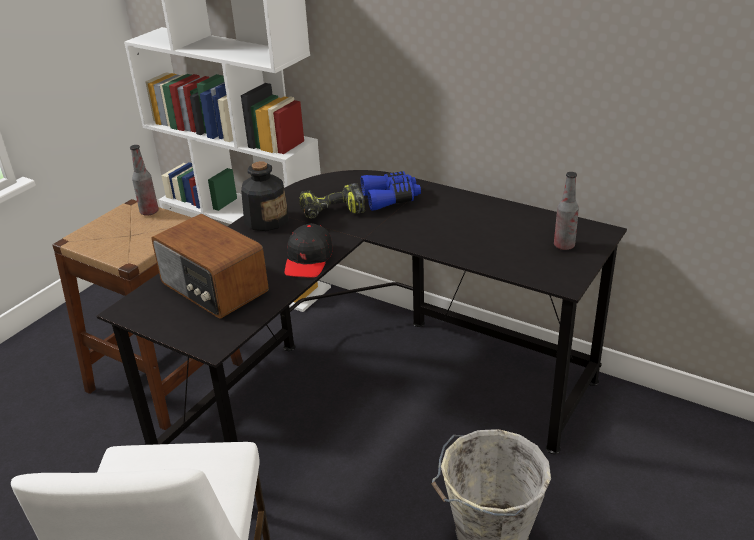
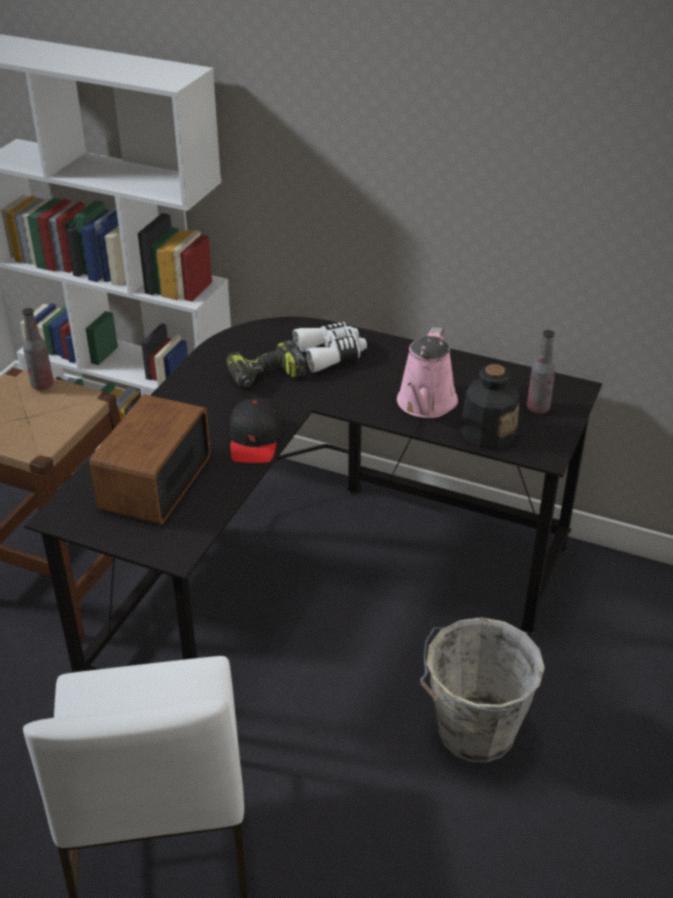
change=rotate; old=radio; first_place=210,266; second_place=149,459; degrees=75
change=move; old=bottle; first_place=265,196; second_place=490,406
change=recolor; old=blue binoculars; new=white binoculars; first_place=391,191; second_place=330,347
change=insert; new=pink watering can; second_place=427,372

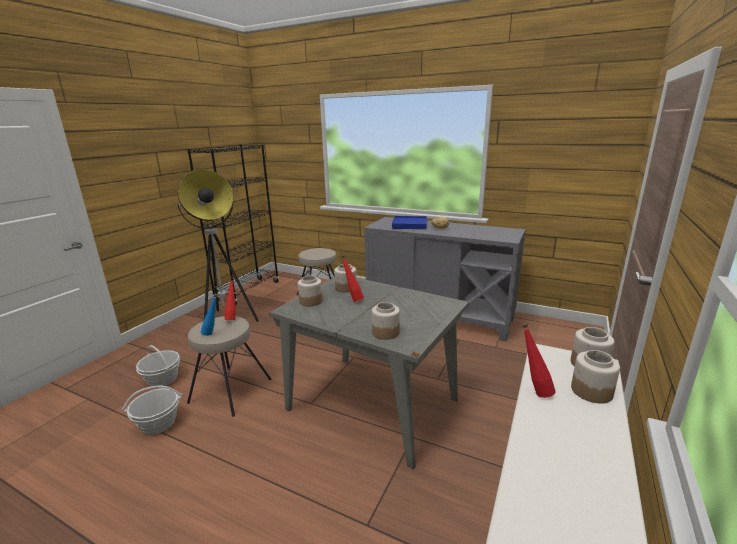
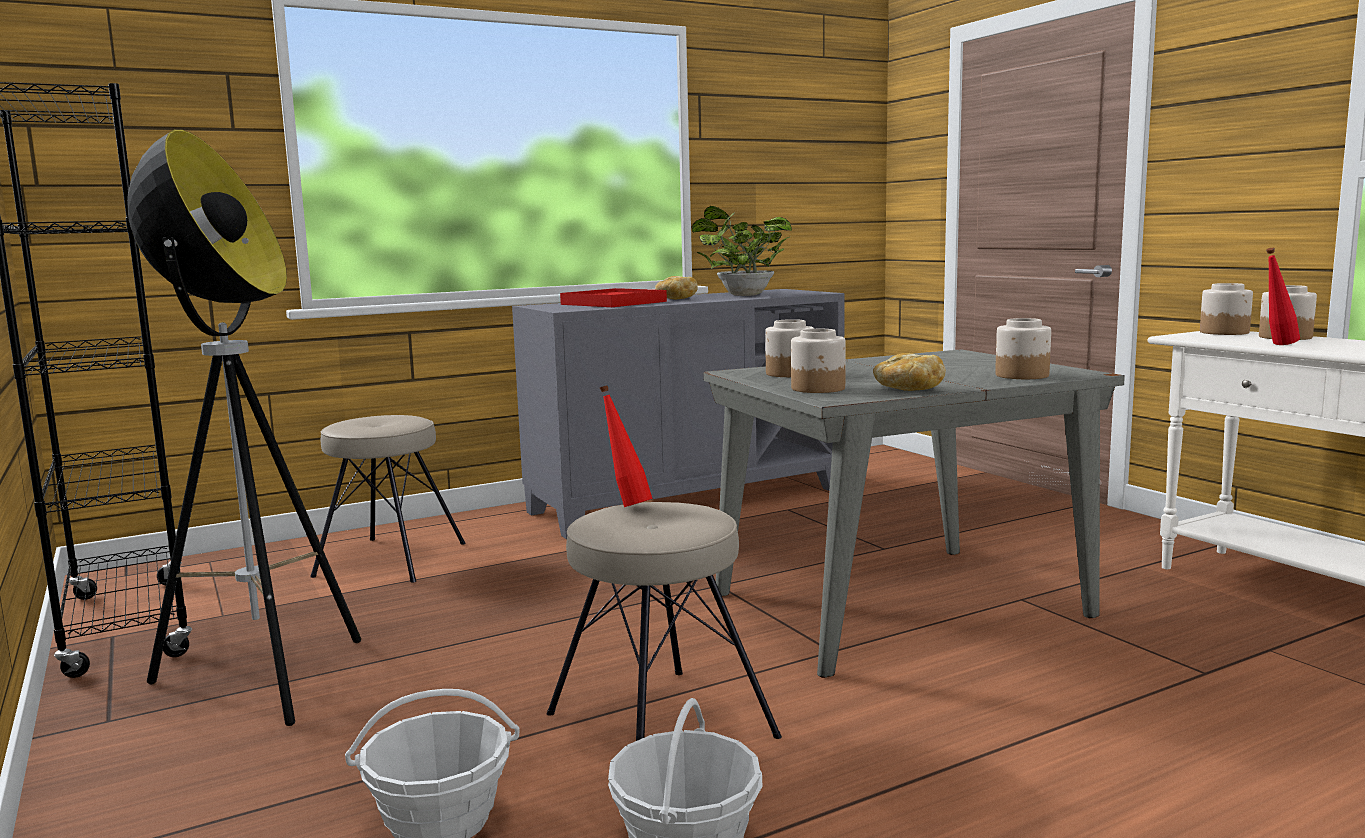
change=delete; old=blue bottle; first_place=209,315
change=delete; old=red bottle; first_place=352,279
change=recolor; old=blue tray; new=red tray; first_place=409,222; second_place=613,297
change=insert; new=potted plant; second_place=742,251
change=insert; new=bread; second_place=909,372

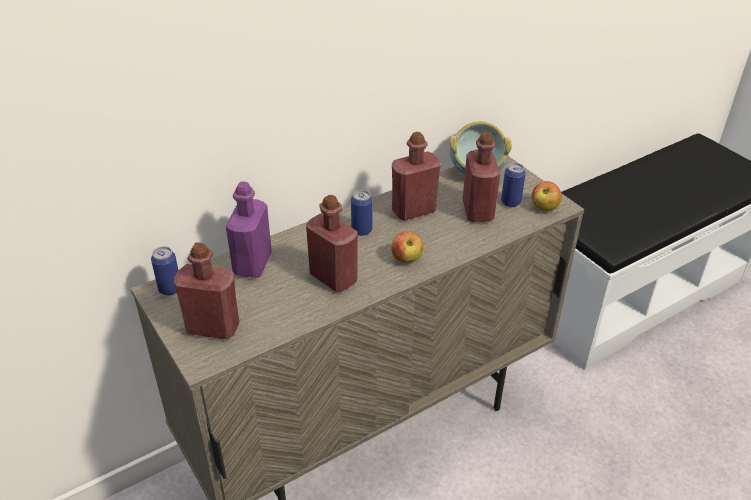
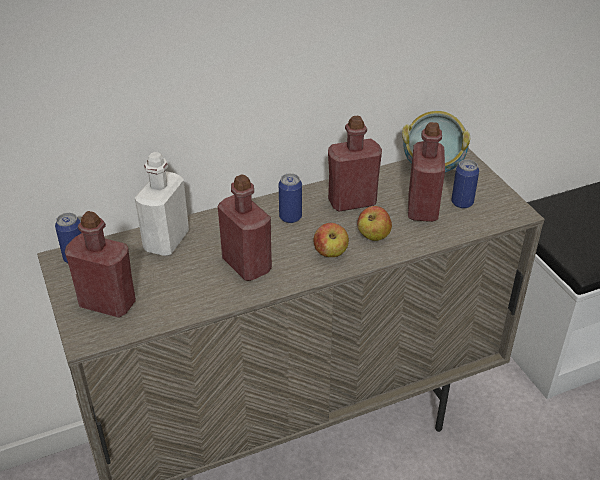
change=recolor; old=purple bottle; new=white bottle; first_place=249,229; second_place=162,204
change=move; old=apple; first_place=546,196; second_place=374,223

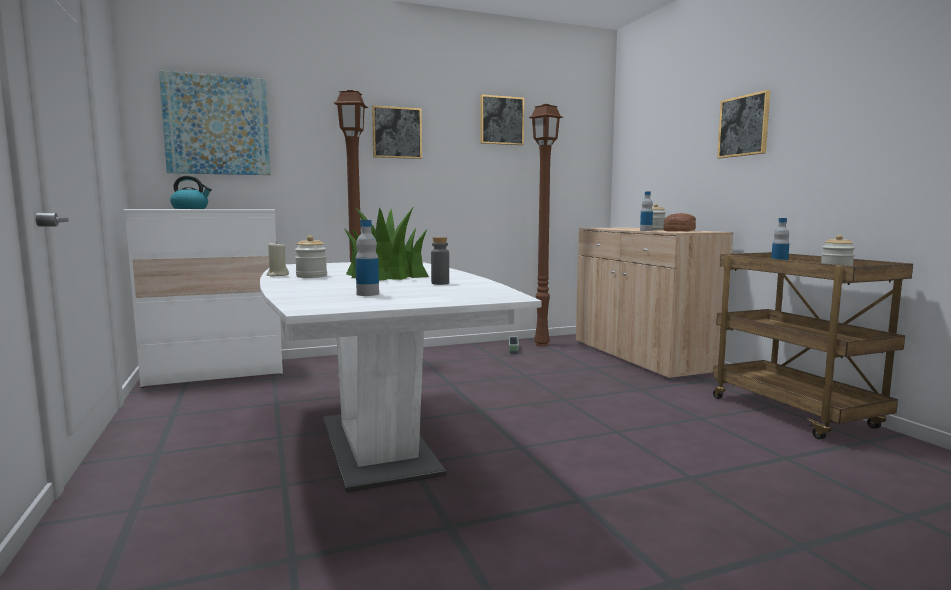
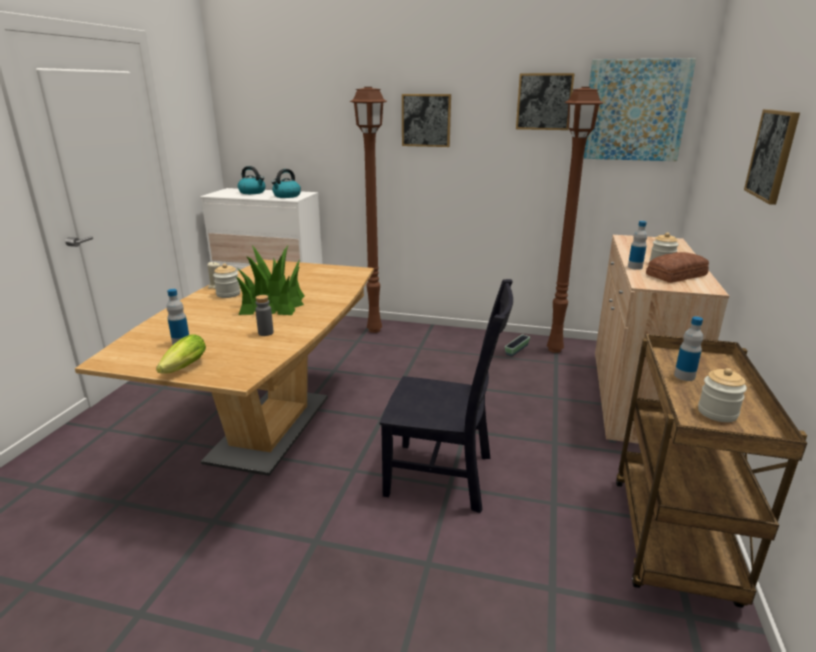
change=move; old=picture; first_place=215,123; second_place=639,109
change=recolor; old=white dining table; new=brown dining table; first_place=400,377; second_place=224,368
change=insert; new=lettuce; second_place=181,354
change=insert; new=kettle; second_place=286,183
change=insert; new=black chair; second_place=446,396

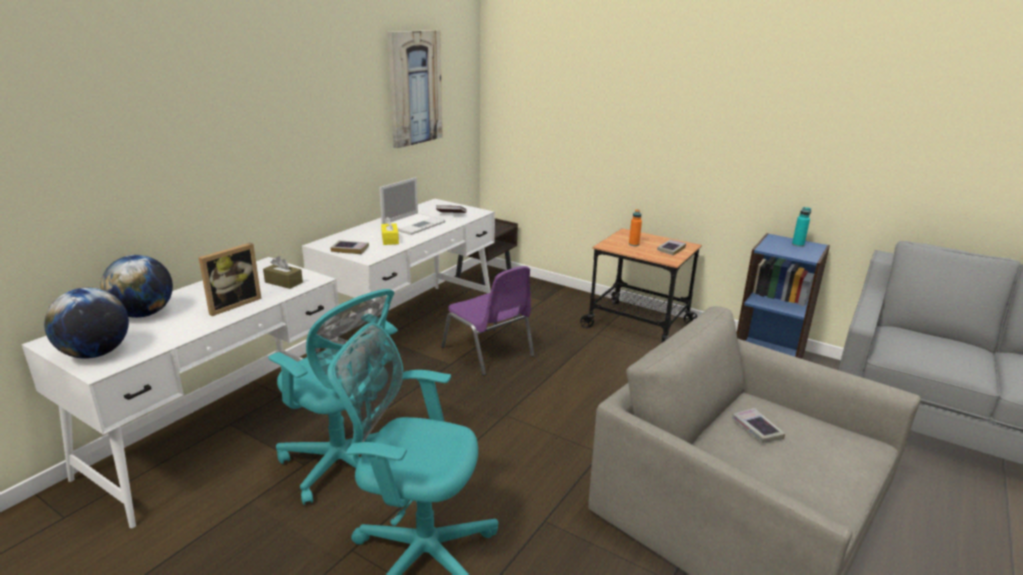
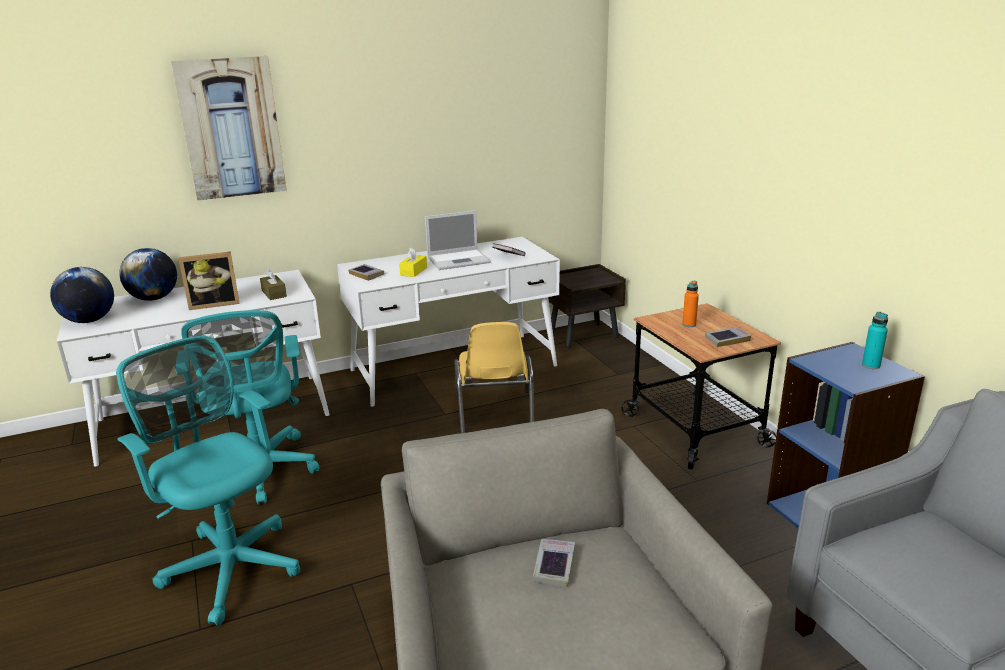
change=move; old=picture; first_place=415,89; second_place=229,128
change=recolor; old=purple chair; new=yellow chair; first_place=487,320; second_place=494,377

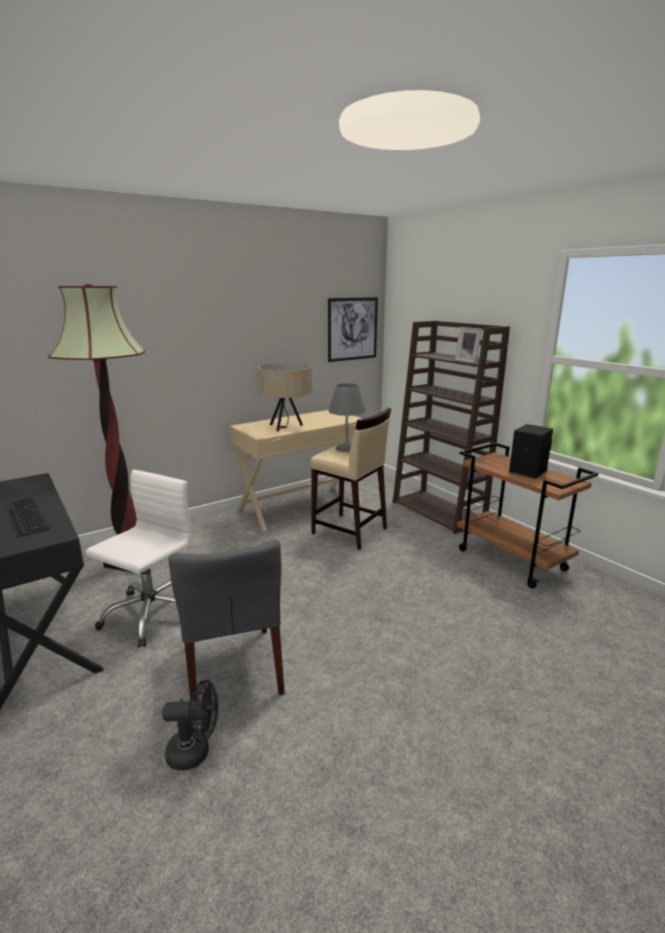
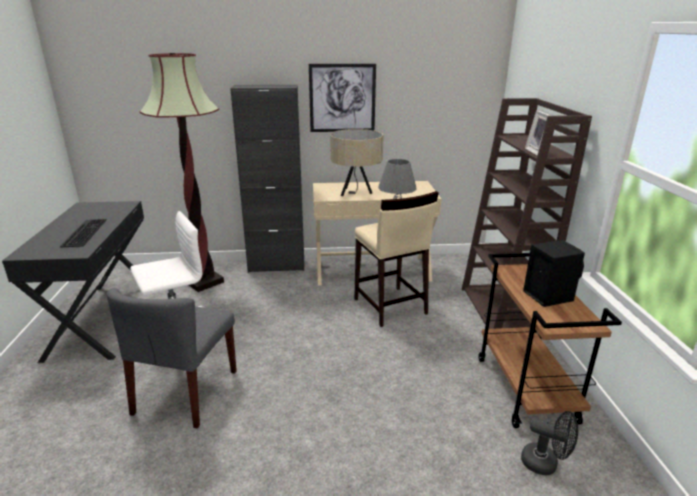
change=move; old=black fan; first_place=190,725; second_place=549,443
change=move; old=picture; first_place=353,329; second_place=342,98
change=insert; new=black cabinet; second_place=267,179

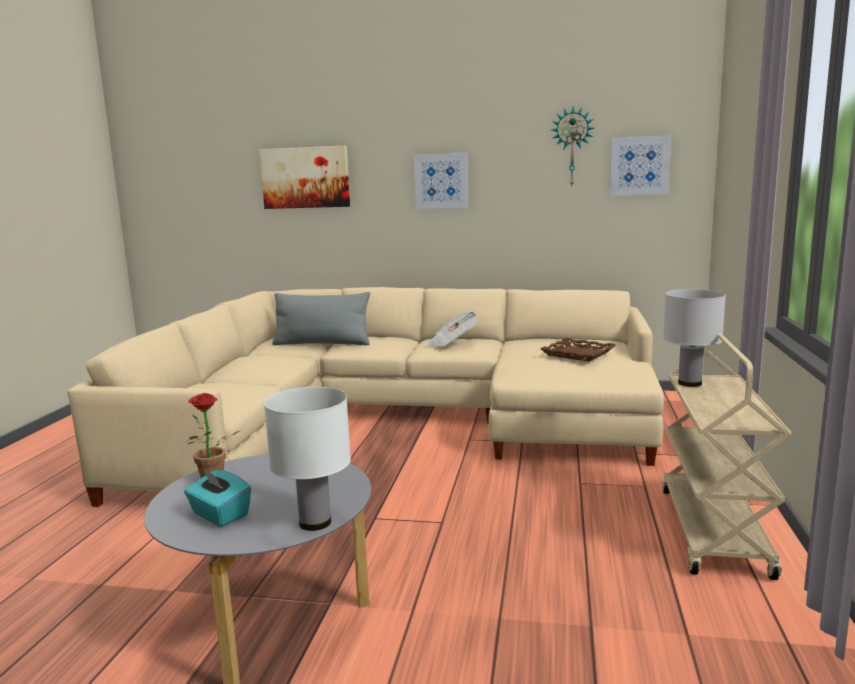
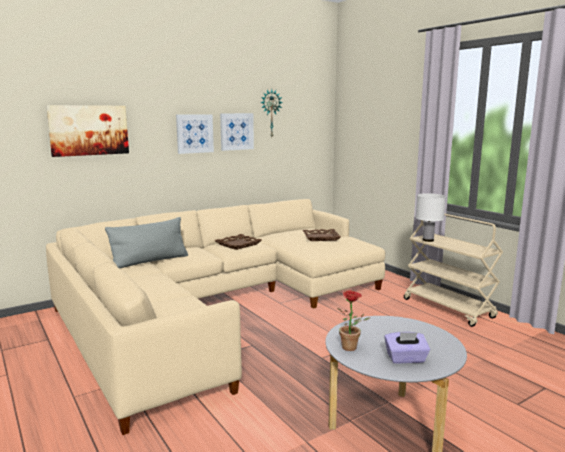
change=recolor; old=turquoise tissue box; new=purple tissue box; first_place=217,497; second_place=407,347
change=delete; old=white table lamp; first_place=307,459
change=replace; old=newspaper; new=brown tray; first_place=452,329; second_place=238,242
change=move; old=picture; first_place=640,165; second_place=237,132

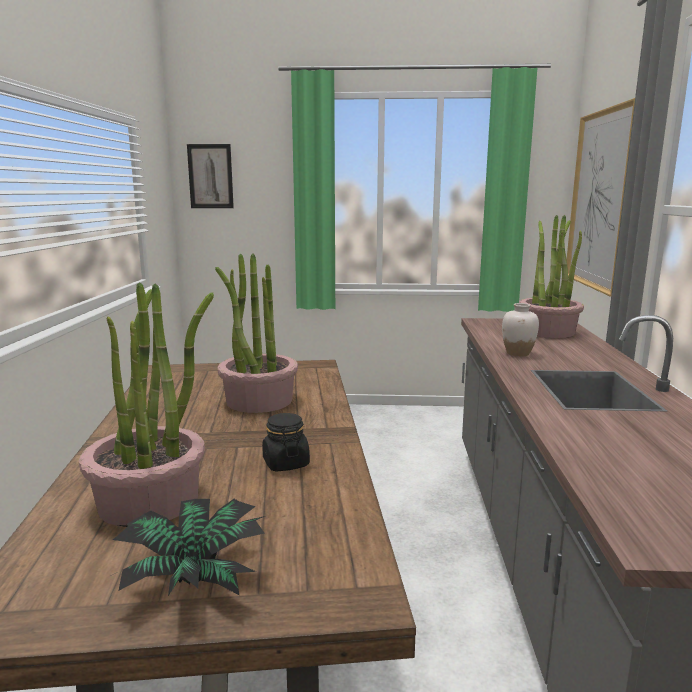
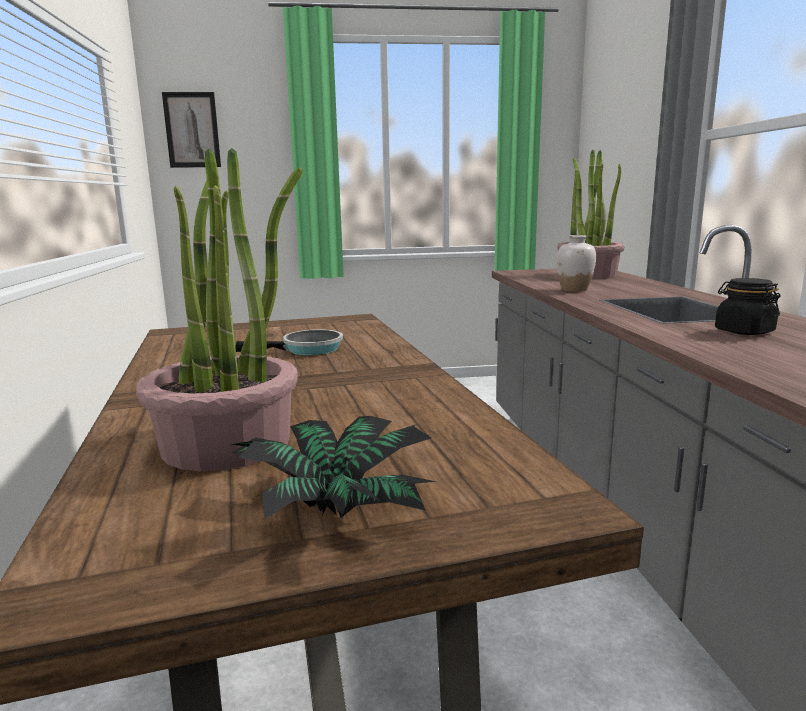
change=replace; old=potted plant; new=frying pan; first_place=256,333; second_place=289,342
change=move; old=black jar; first_place=286,442; second_place=748,306
change=delete; old=picture; first_place=601,197

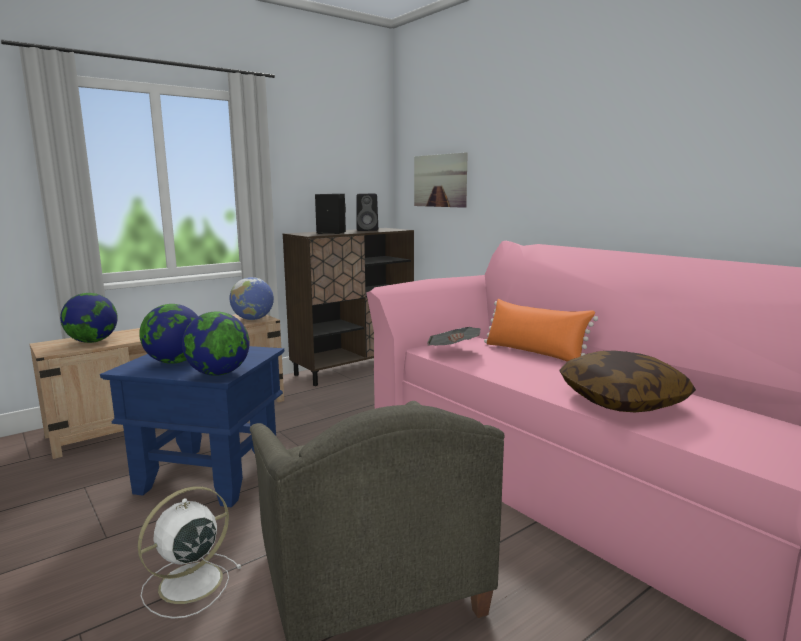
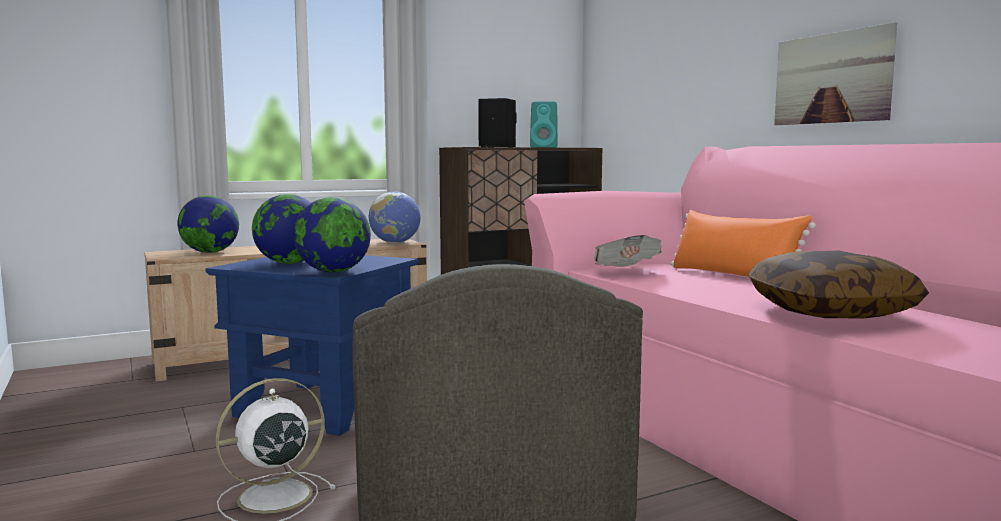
change=recolor; old=black speaker; new=turquoise speaker; first_place=367,212; second_place=544,124
change=move; old=picture; first_place=441,180; second_place=835,73

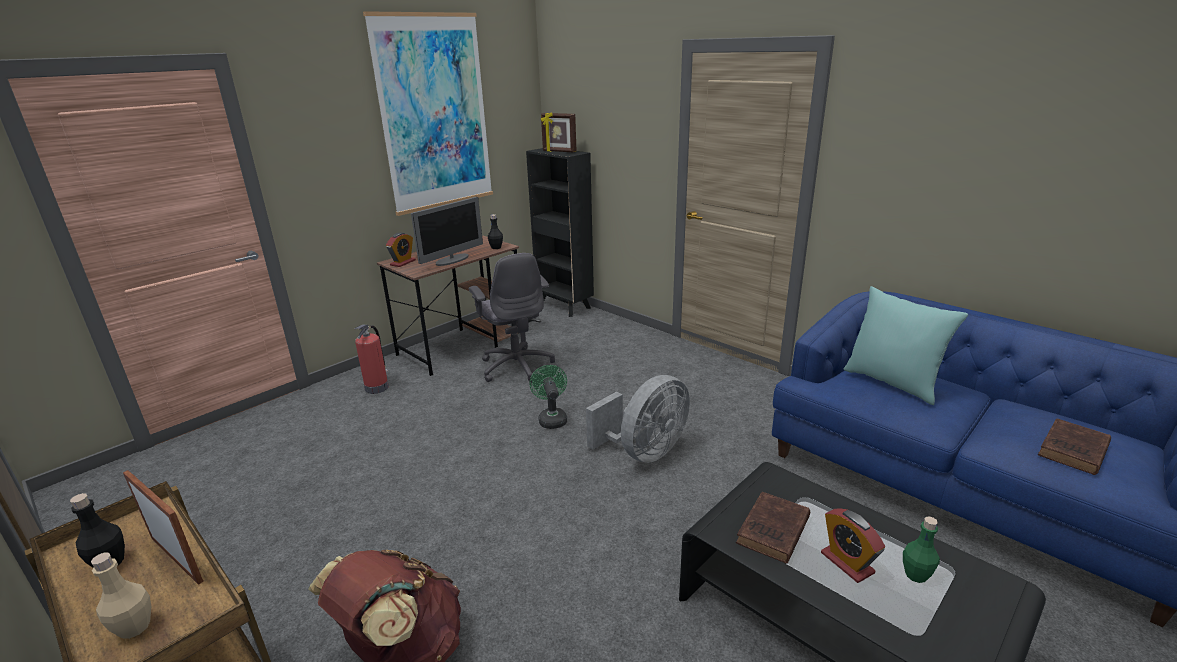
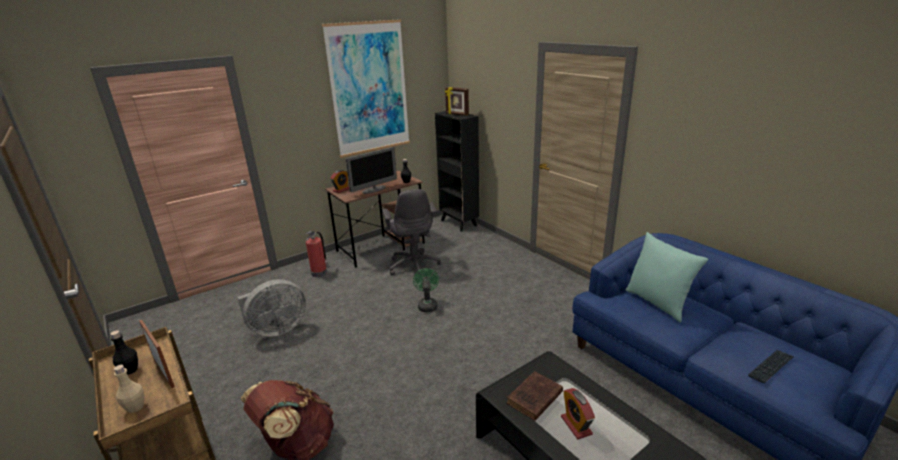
change=move; old=grey fan; first_place=638,419; second_place=272,308
change=delete; old=green bottle; first_place=921,550
change=replace; old=brown book; new=keyboard; first_place=1074,446; second_place=771,366

